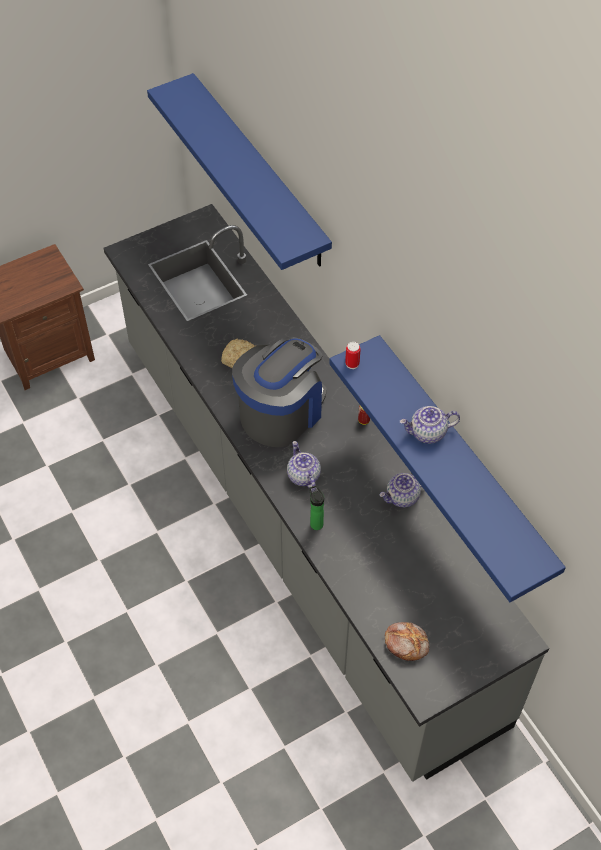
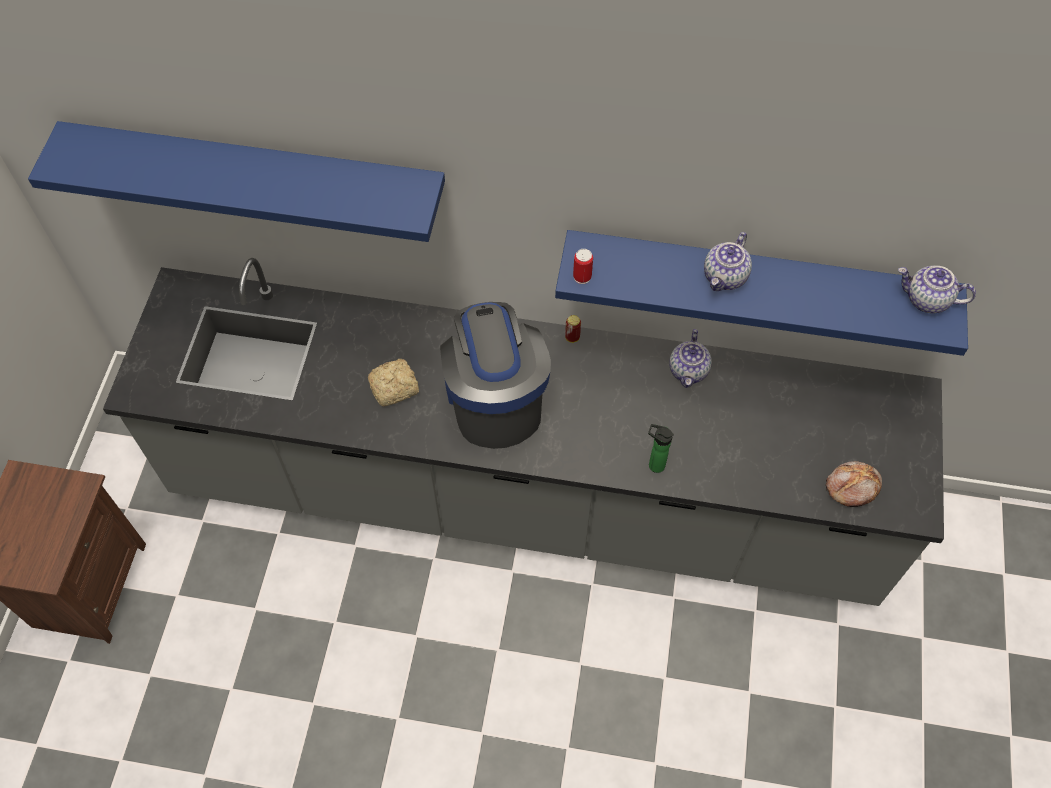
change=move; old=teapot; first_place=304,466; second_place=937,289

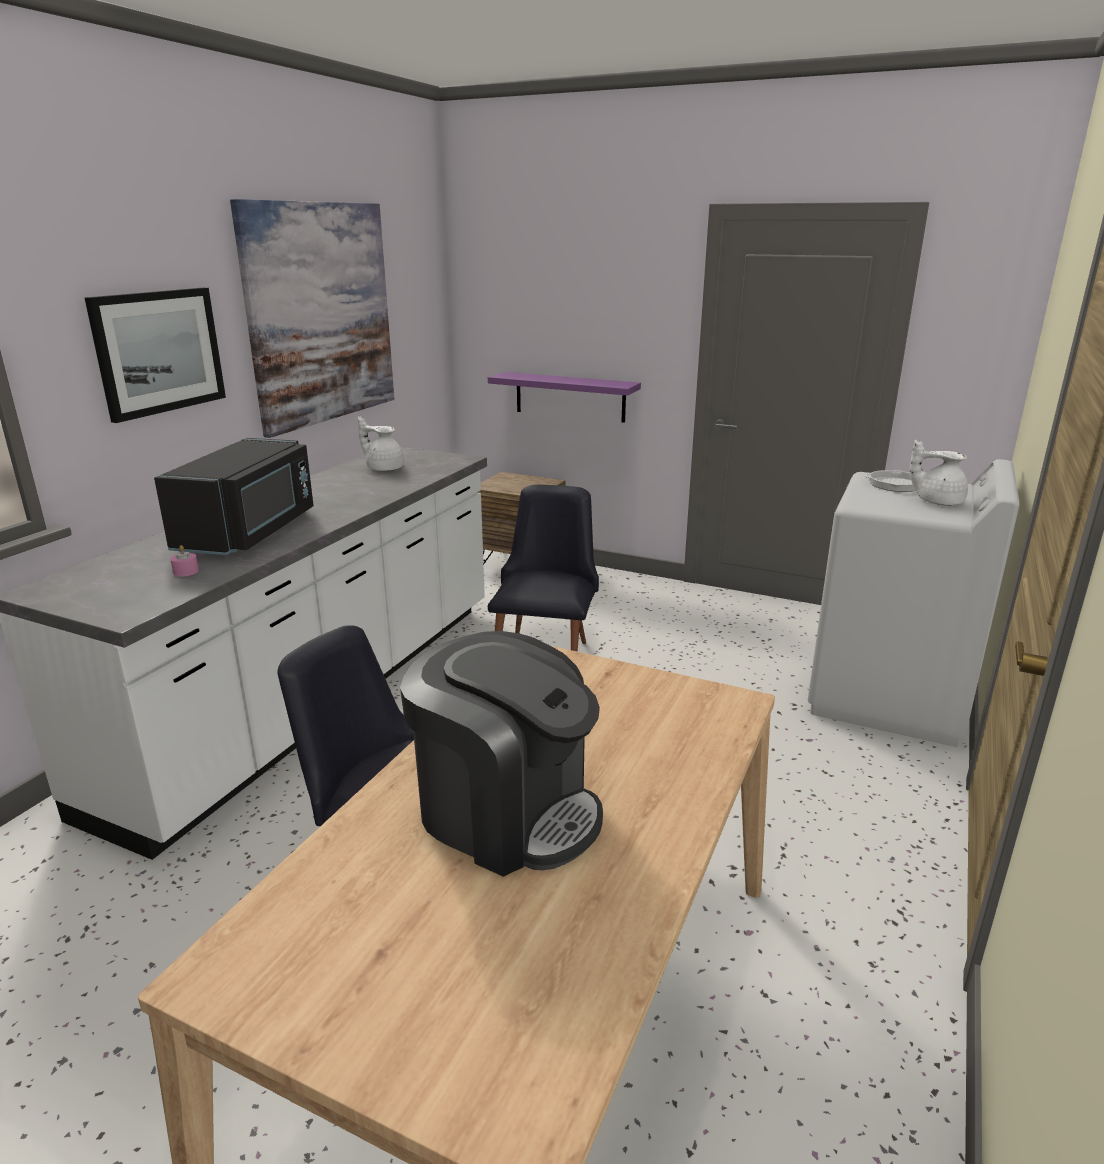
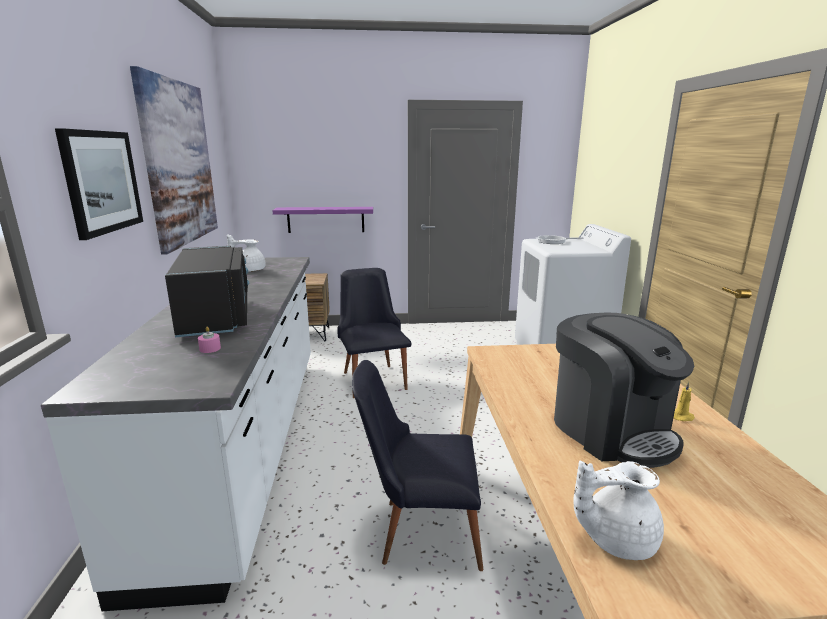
change=rotate; old=coffee machine; first_place=501,754; second_place=624,390; degrees=60
change=move; old=white teapot; first_place=939,472; second_place=618,510
change=insert; new=yellow candle; second_place=684,401

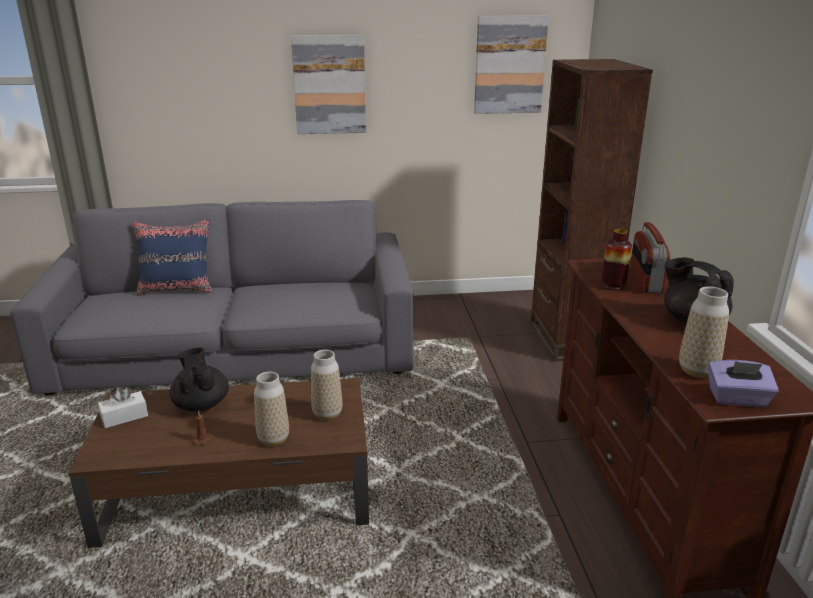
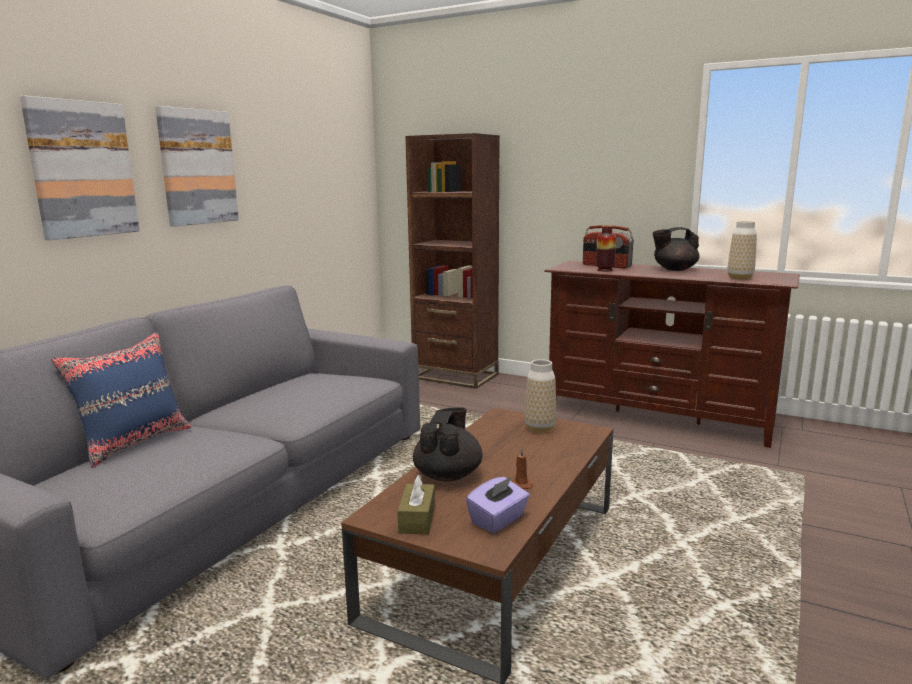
change=recolor; old=white tissue box; new=brown tissue box; first_place=123,407; second_place=416,504
change=rotate; old=black teapot; first_place=199,379; second_place=448,444; degrees=90
change=delete; old=vase; first_place=271,409
change=move; old=picture; first_place=511,64; second_place=80,168
change=move; old=purple tissue box; first_place=743,383; second_place=498,505

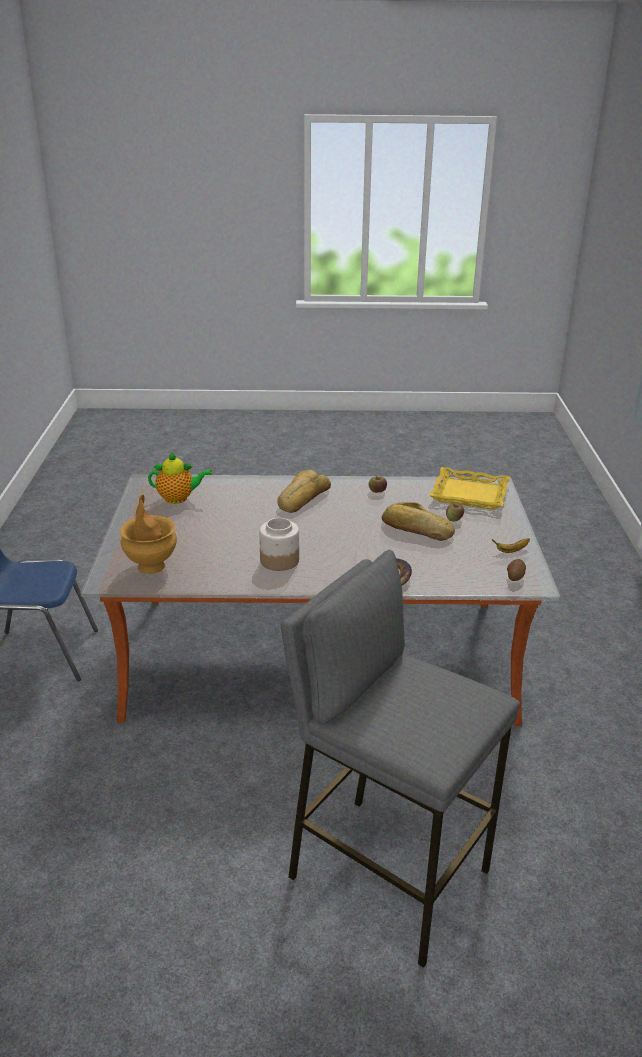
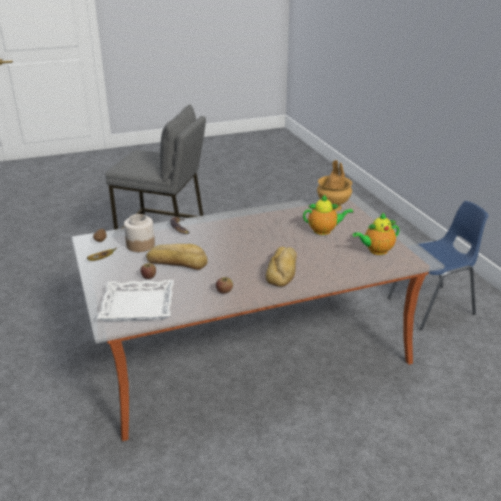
change=move; old=jar; first_place=279,544; second_place=139,233
change=recolor; old=yellow tray; new=white tray; first_place=469,488; second_place=135,301
change=insert; new=teapot; second_place=328,215

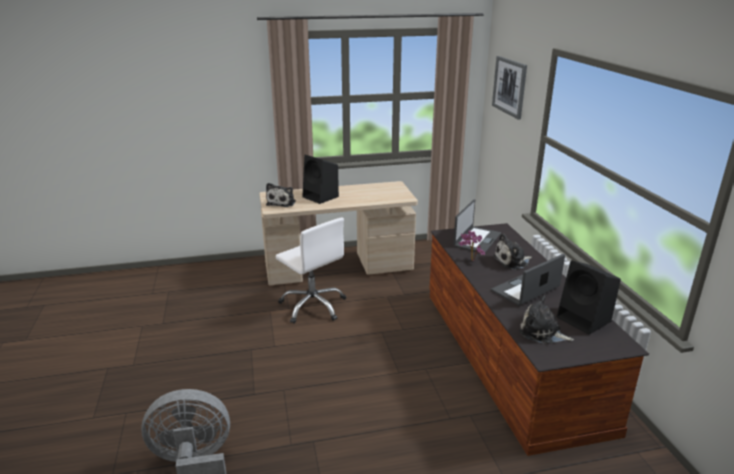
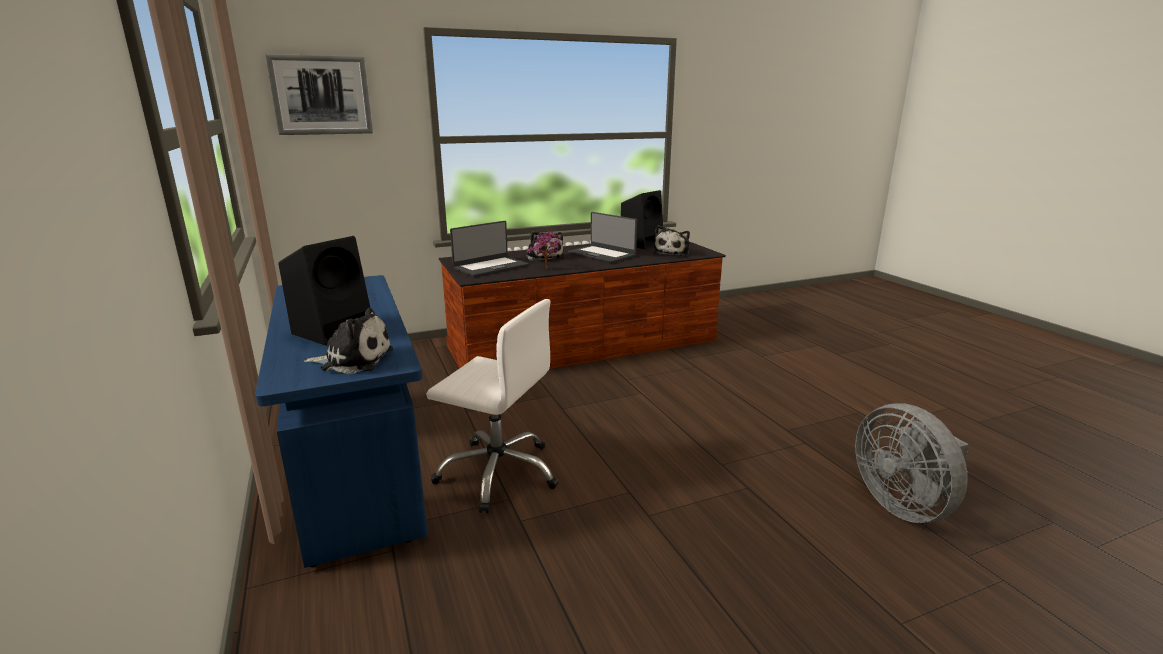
change=recolor; old=beige desk; new=blue desk; first_place=338,233; second_place=341,421
change=rotate; old=white office chair; first_place=310,271; second_place=493,406; degrees=75
change=rotate; old=laptop; first_place=477,225; second_place=489,249; degrees=120

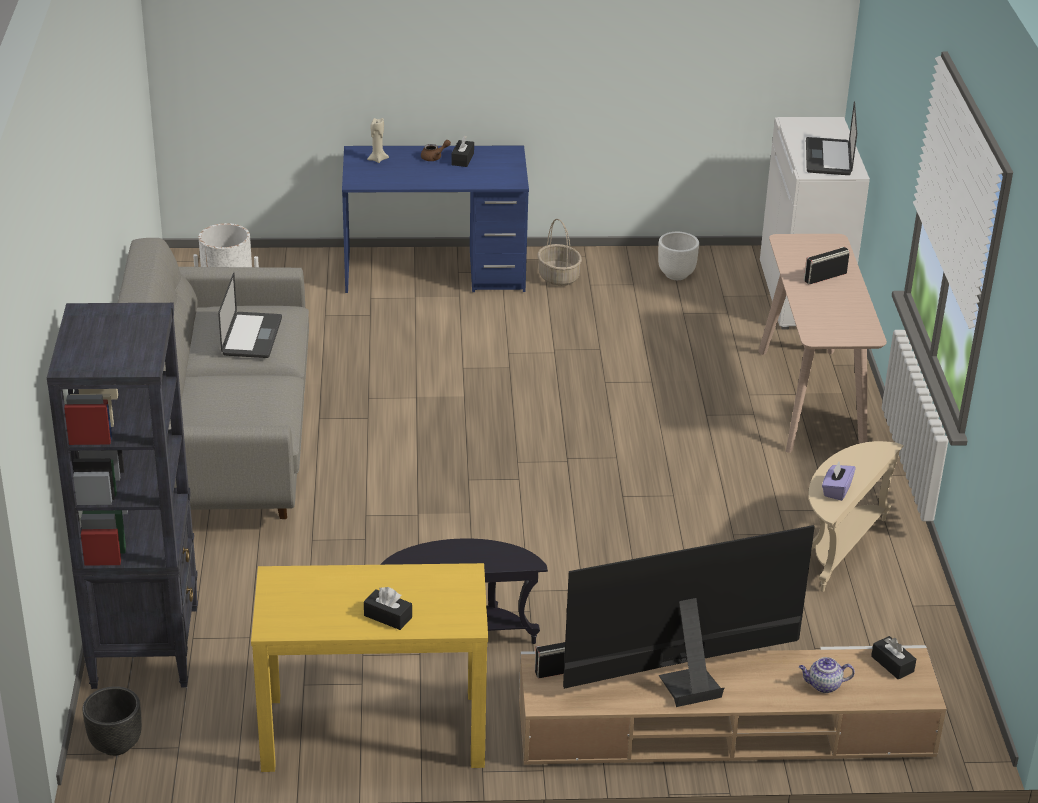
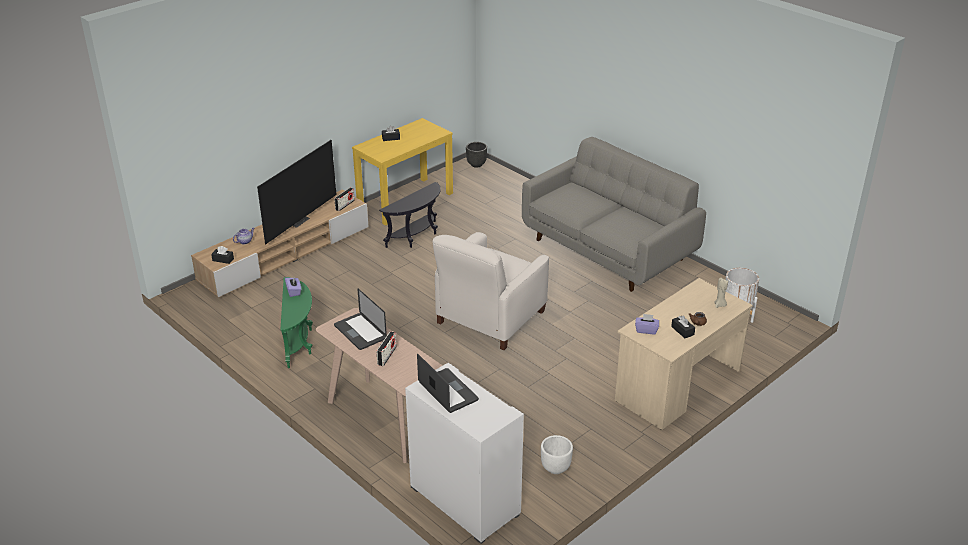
change=delete; old=black bookcase; first_place=122,496
change=move; old=laptop; first_place=250,315; second_place=360,319
change=recolor; old=blue desk; new=beige desk; first_place=435,219; second_place=684,354
change=delete; old=basket; first_place=559,252
change=recolor; old=beige side table; new=green side table; first_place=856,516; second_place=296,322
change=insert; new=white armchair; second_place=491,291
change=insert; new=purple tissue box; second_place=647,324

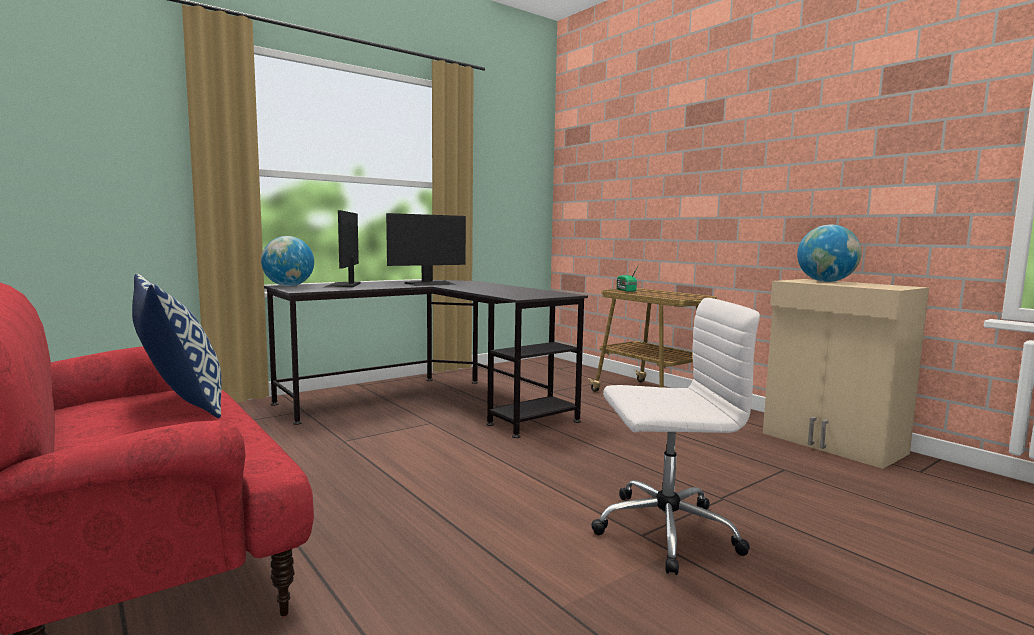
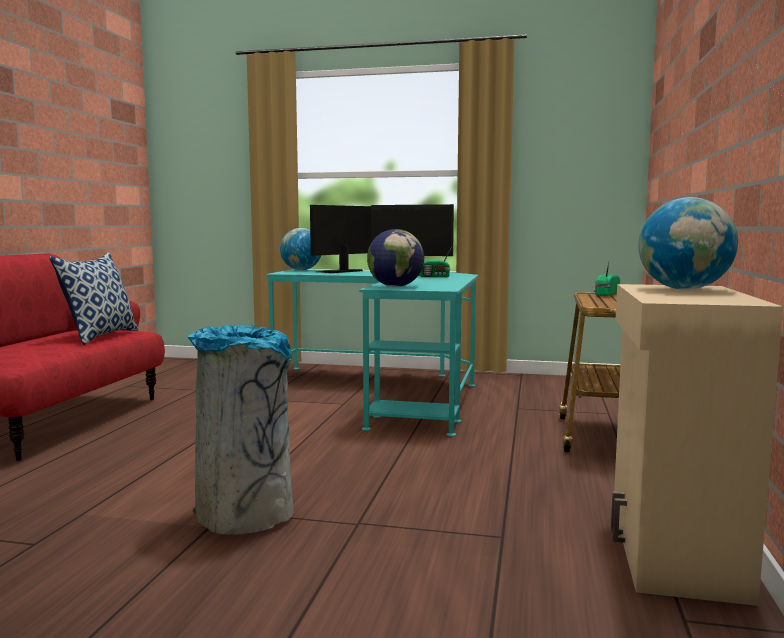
change=recolor; old=black desk; new=turquoise desk; first_place=426,359; second_place=371,352
change=replace; old=white office chair; new=grey trash can; first_place=675,436; second_place=240,429
change=insert; new=globe; second_place=395,258
change=insert; new=radio; second_place=435,262

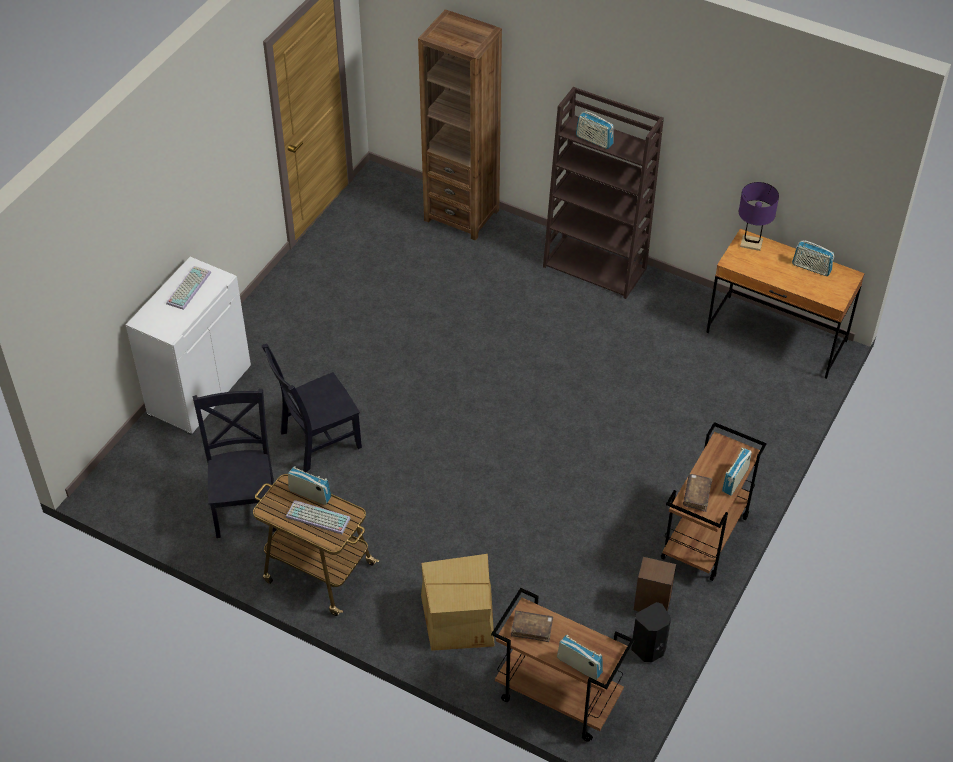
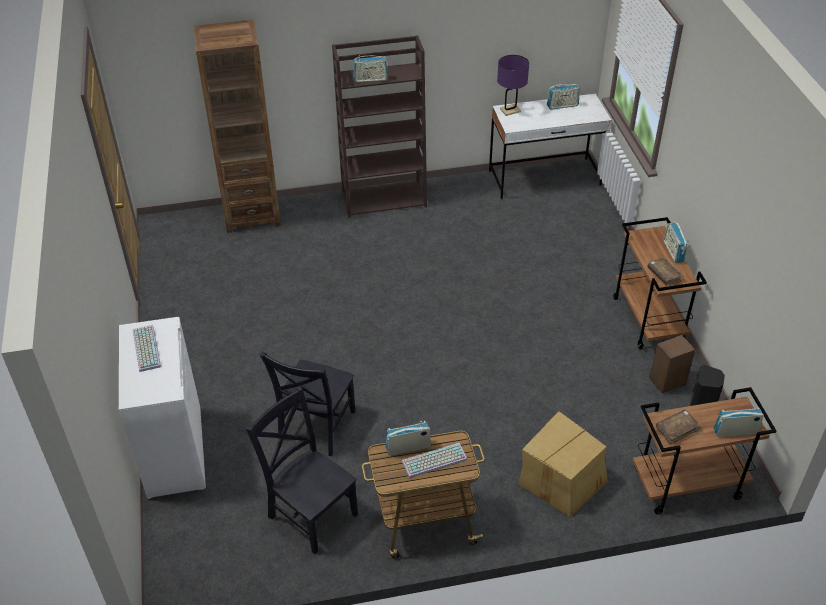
change=recolor; old=brown desk; new=white desk; first_place=786,304; second_place=550,146

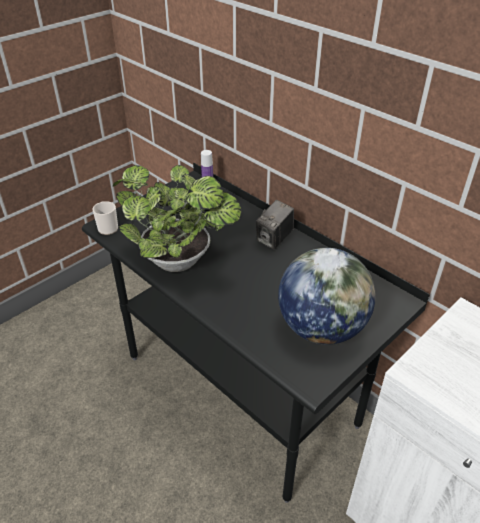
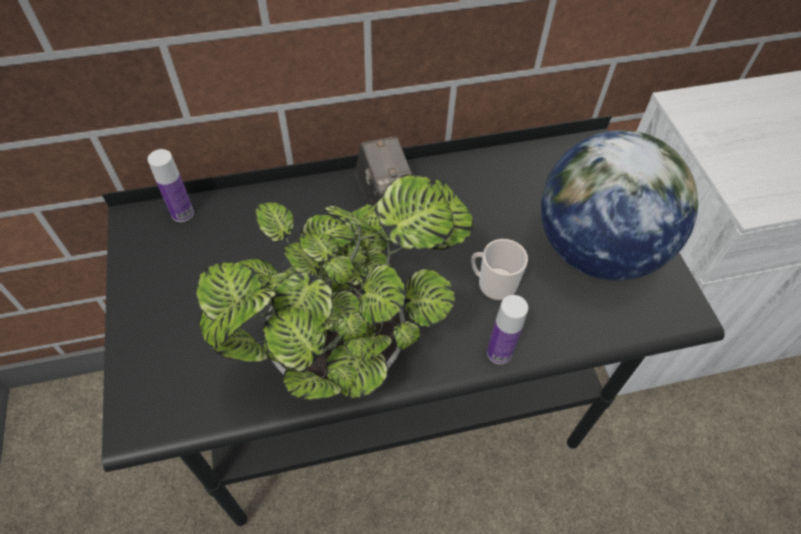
change=move; old=mug; first_place=105,218; second_place=499,270
change=insert; new=bottle; second_place=507,329

